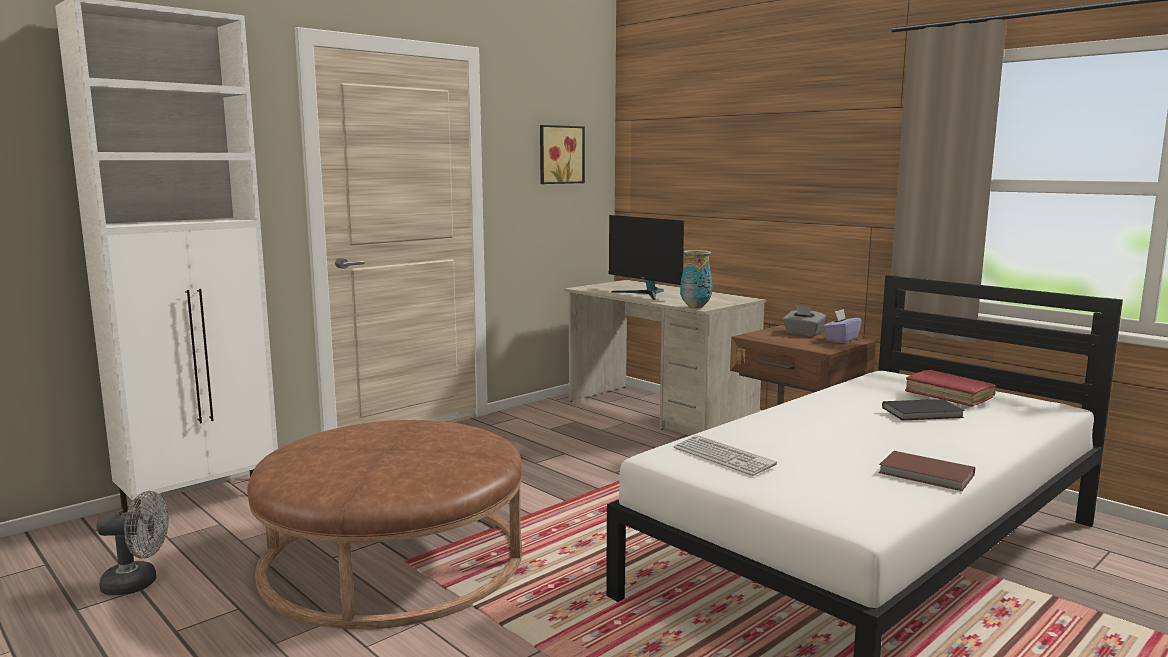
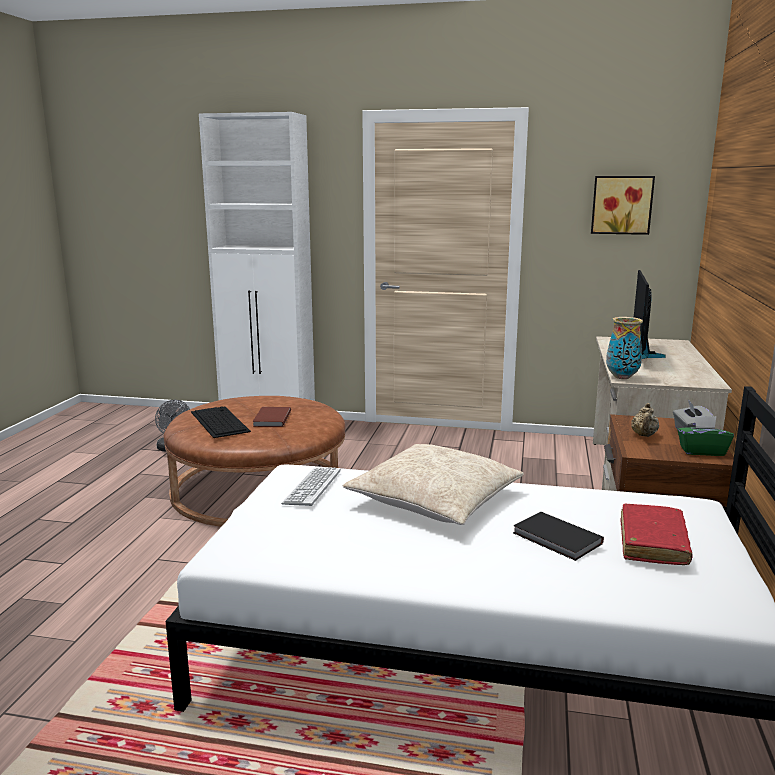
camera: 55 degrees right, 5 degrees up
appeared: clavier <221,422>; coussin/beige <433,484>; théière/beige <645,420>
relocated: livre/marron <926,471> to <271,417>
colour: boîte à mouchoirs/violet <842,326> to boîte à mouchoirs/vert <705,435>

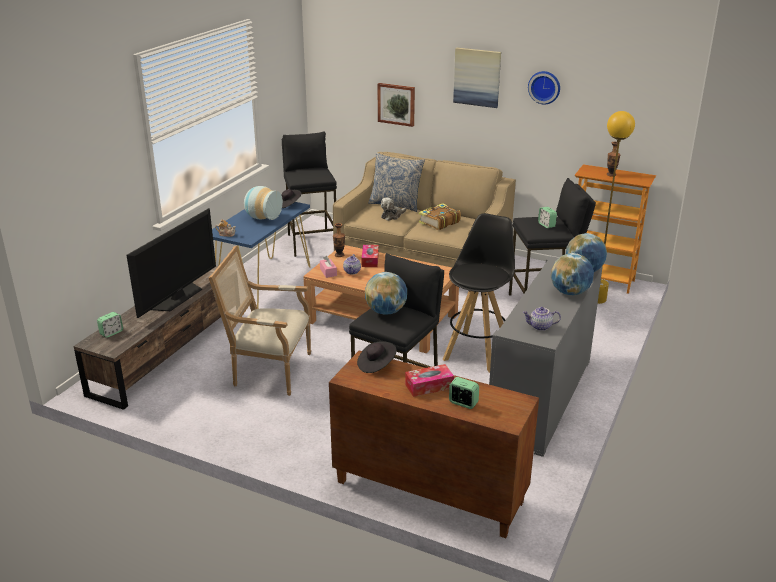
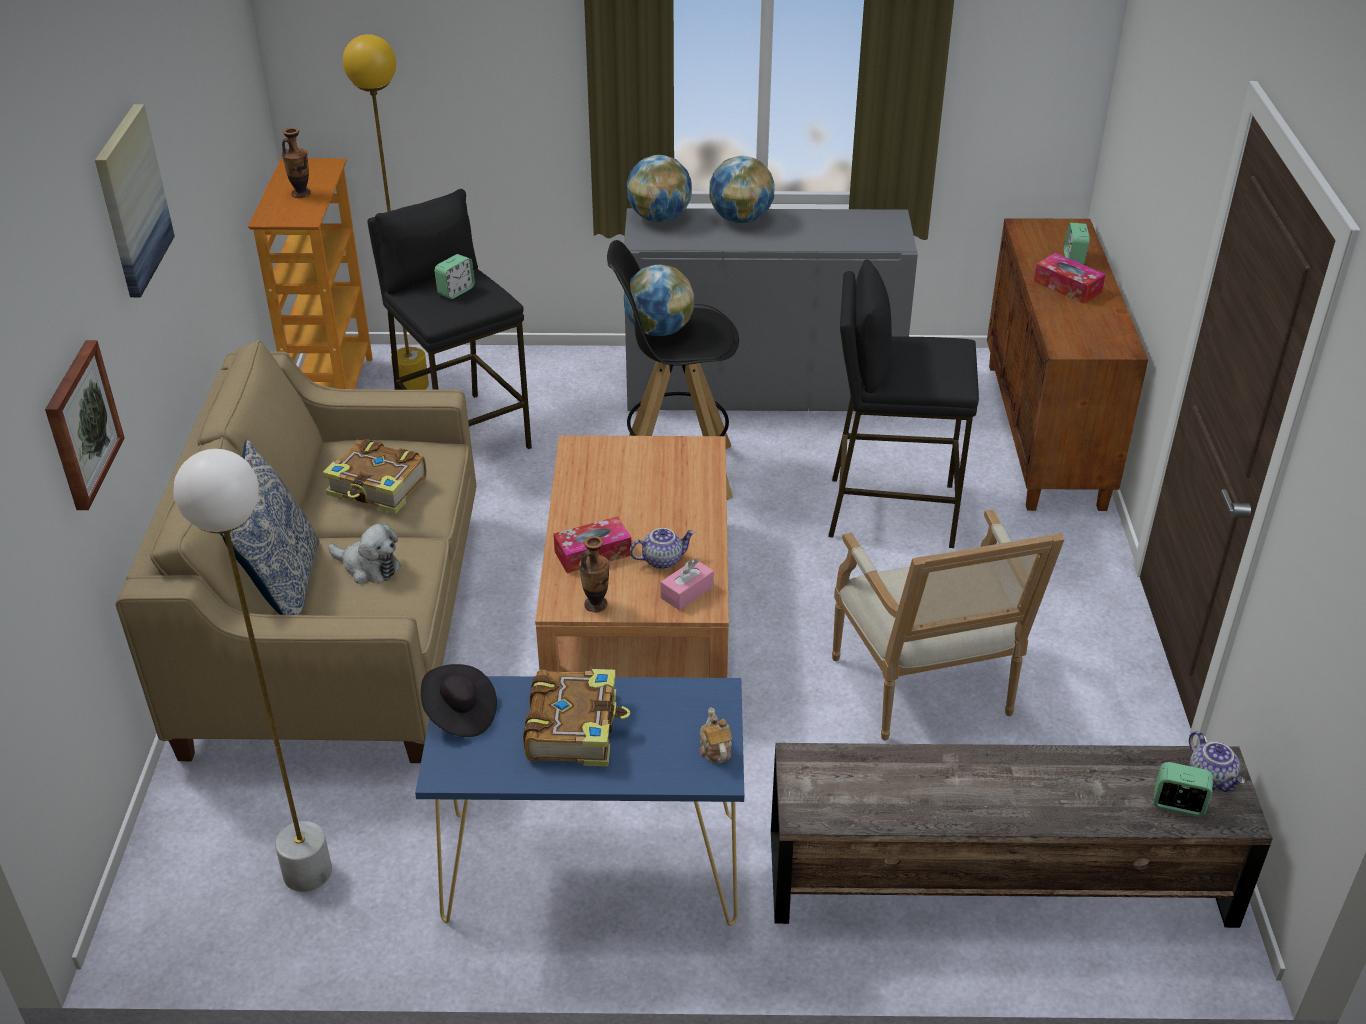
camera: 115 degrees left, 10 degrees up
missing: téléviseur <171,263>; chapeau/noir <377,357>; horloge murale <544,87>
relocated: globe <386,293> to <659,300>; théière <542,319> to <1217,761>
exchanged: tabouret/noir <309,194> to lampadaire/blanc <252,670>; vase <263,203> to livre <576,718>

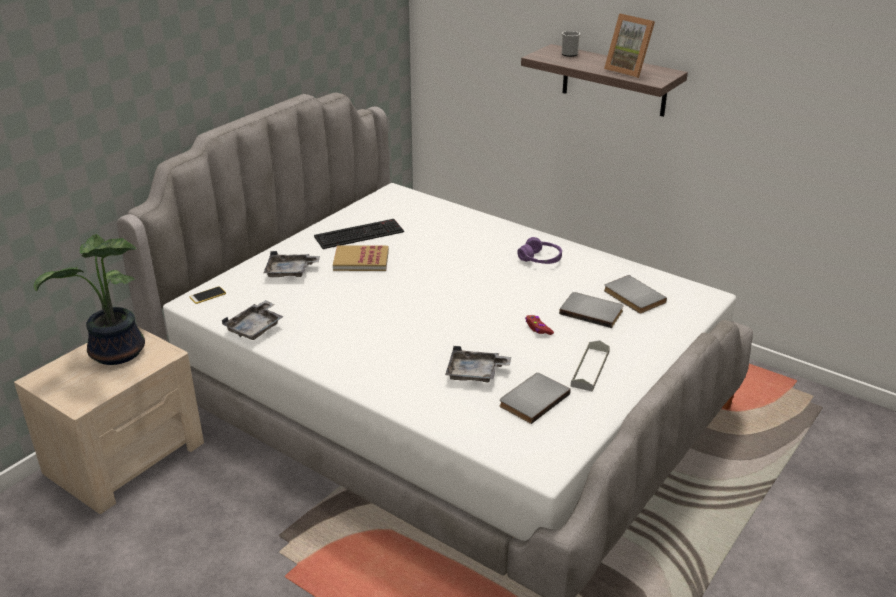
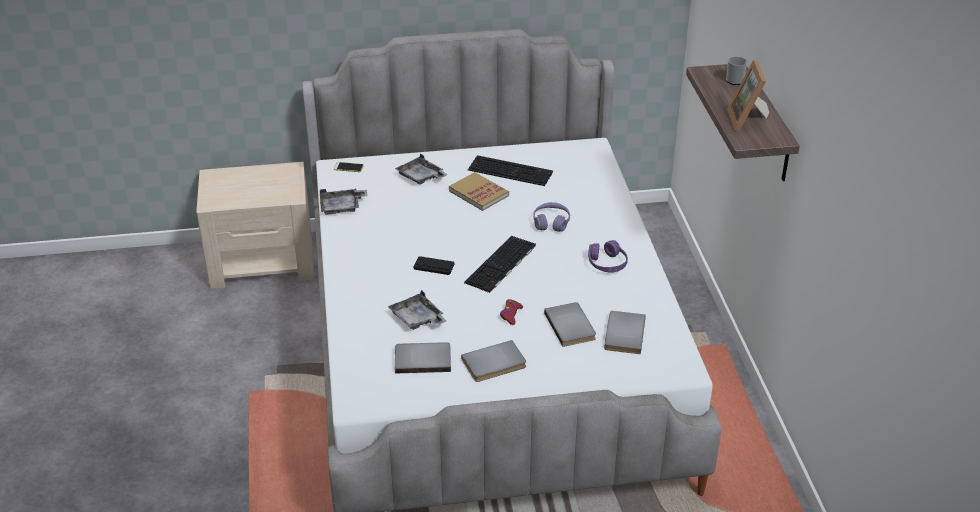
camera: 45 degrees right, 5 degrees up
missing: plante en pot <89,299>
appeared: manette/noir <434,265>; clavier <500,264>; casque audio/violet <551,217>
exchanged: plateau/gris <590,366> to livre/gris <493,361>

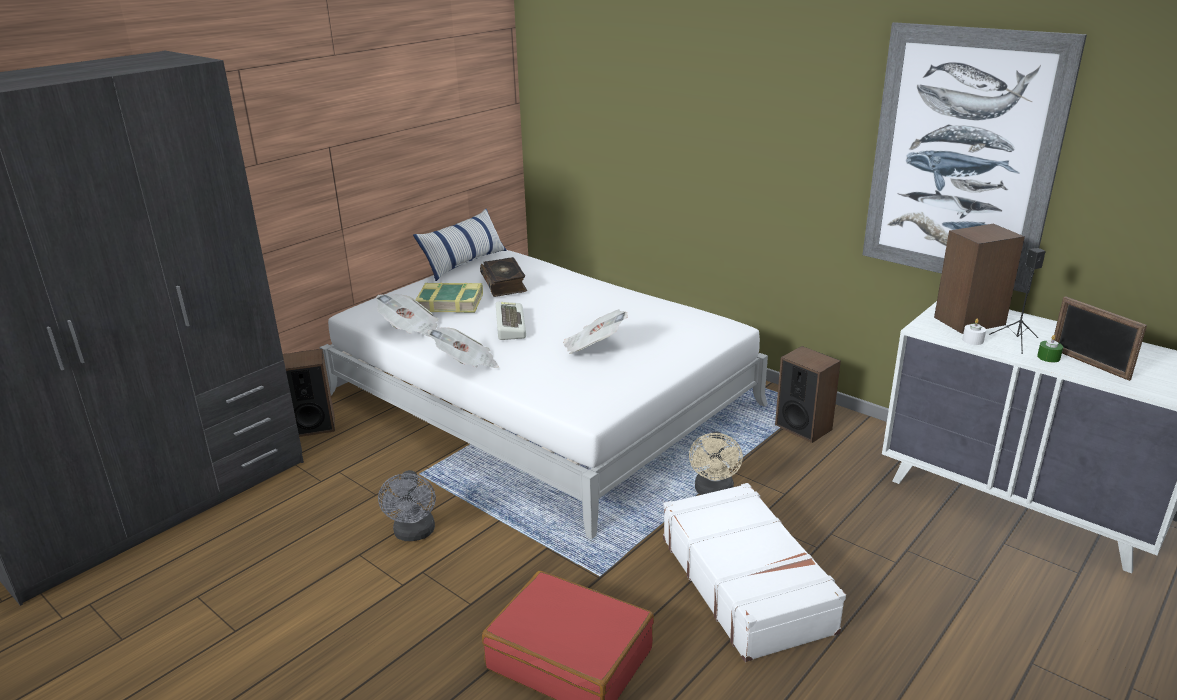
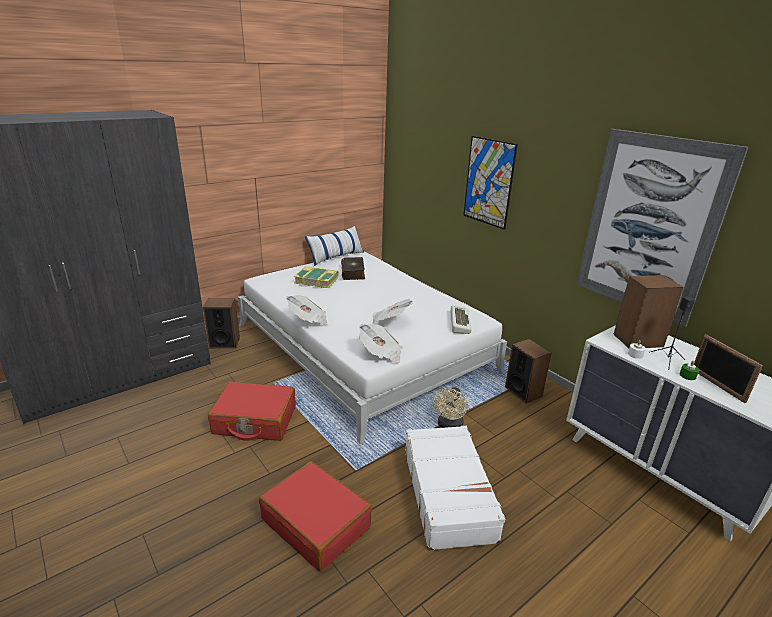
camera: 10 degrees right, 0 degrees up
appeared: tableau <490,183>
relocated: journal <407,315> to <380,343>; clavier <511,321> to <461,319>
exchanged: ventilateur/gris <407,505> to valise/rouge <252,411>

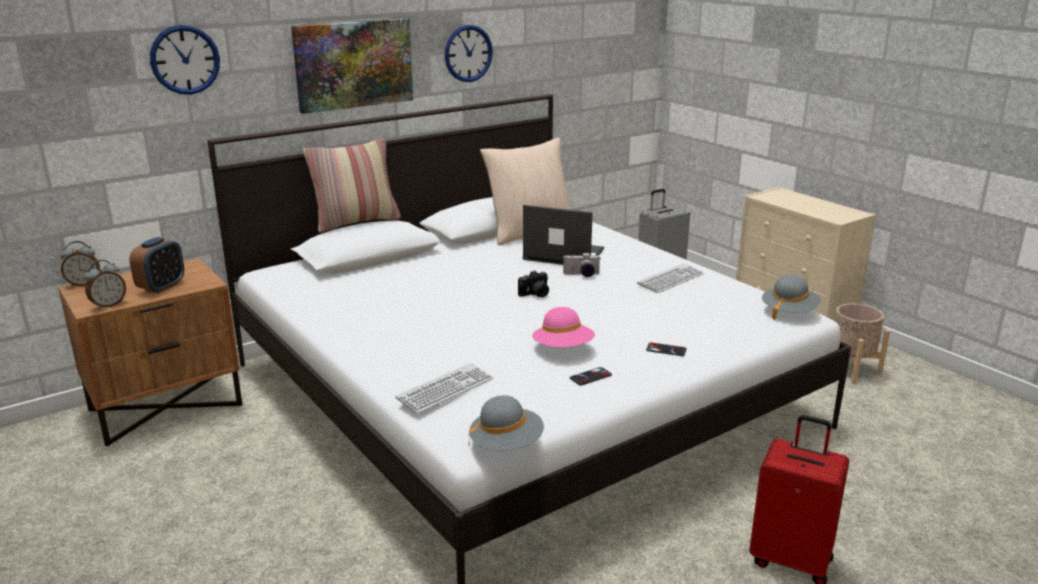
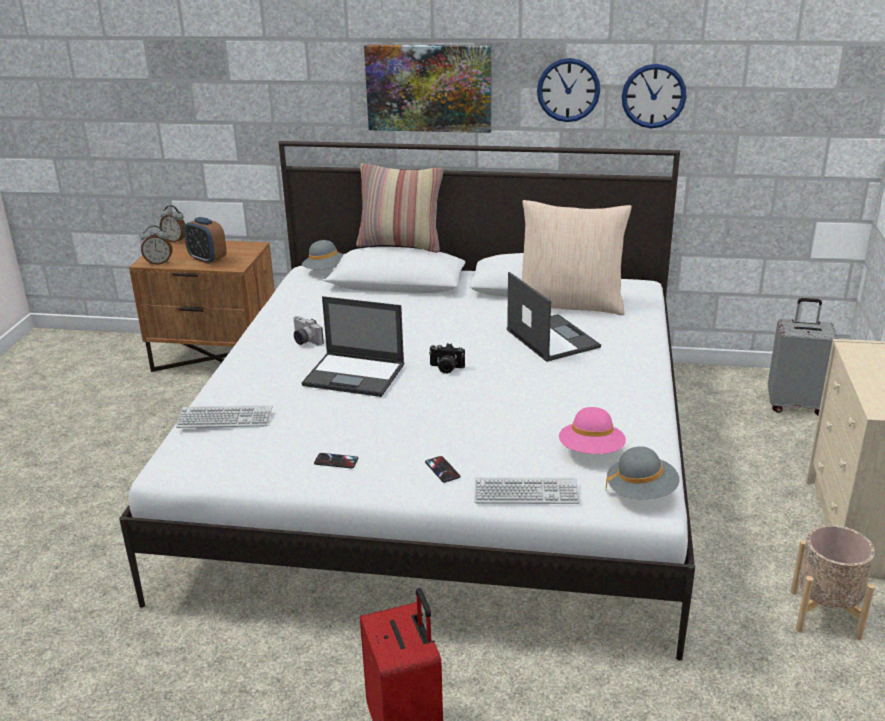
camera: 45 degrees right, 5 degrees up
appeared: ordinateur portable <353,346>
relocated: appareil photo <581,265> to <309,330>; chapeau/gris <506,422> to <323,254>; clavier <670,278> to <527,490>; chapeau/rose <563,327> to <592,430>; horloge murale <185,60> to <654,96>
spun: réveil <156,265> = <205,240> 60 degrees clockwise

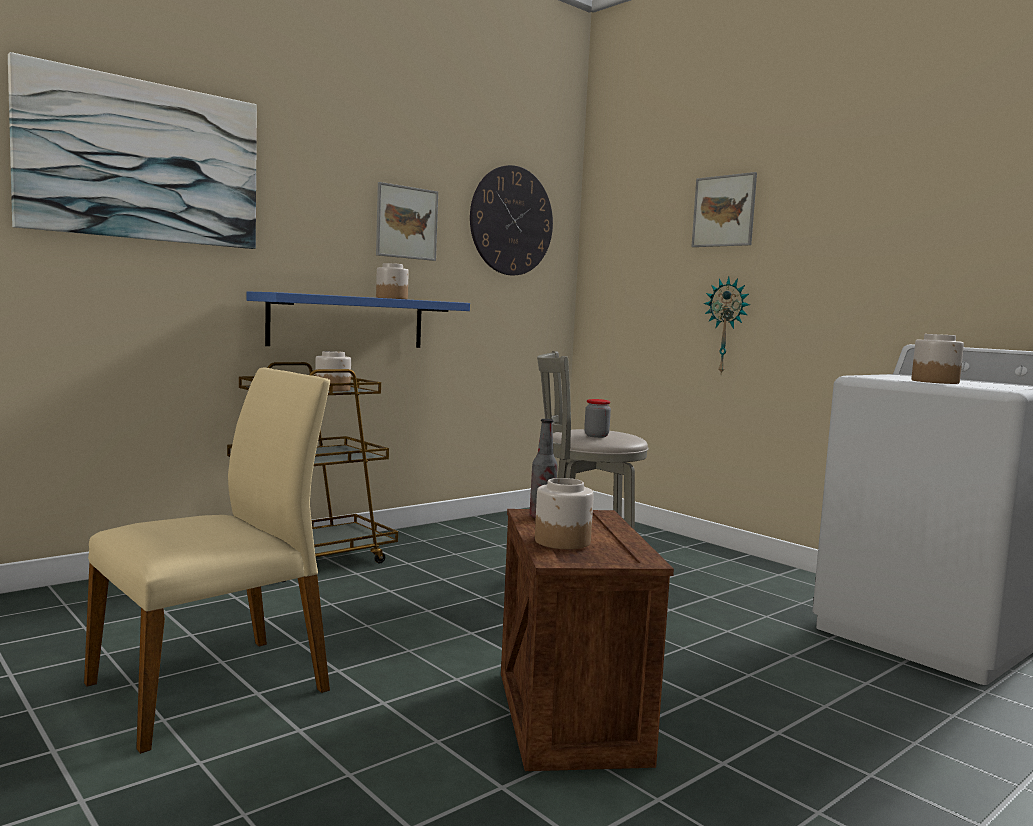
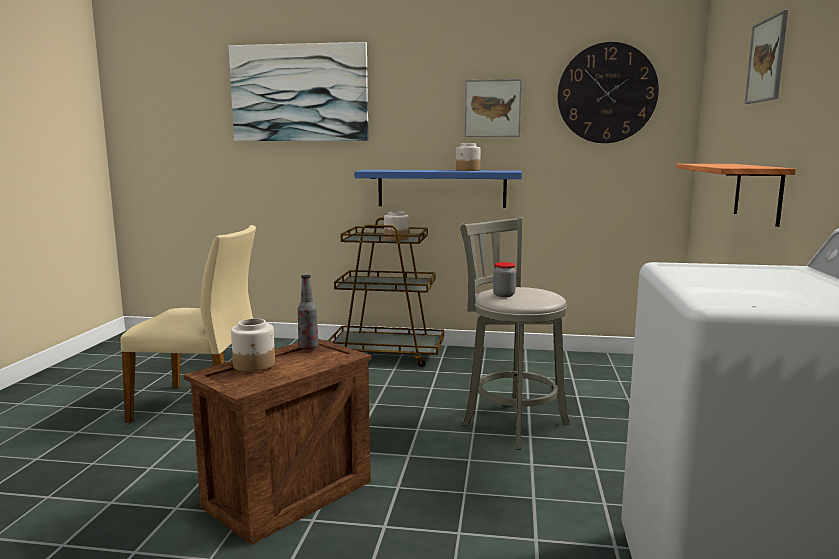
camera: 50 degrees right, 5 degrees up
missing: bocal <938,359>
exchanged: horloge murale <727,325> to étagère <736,195>

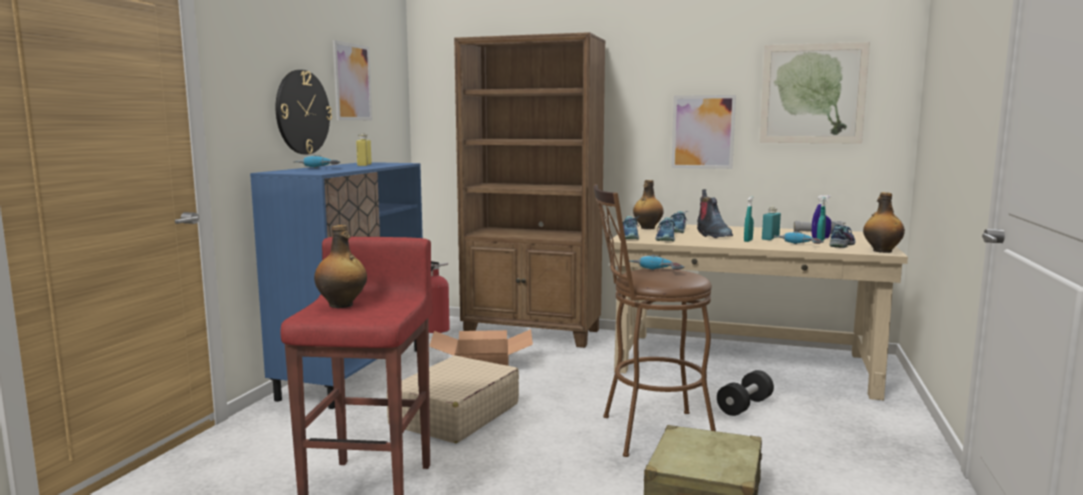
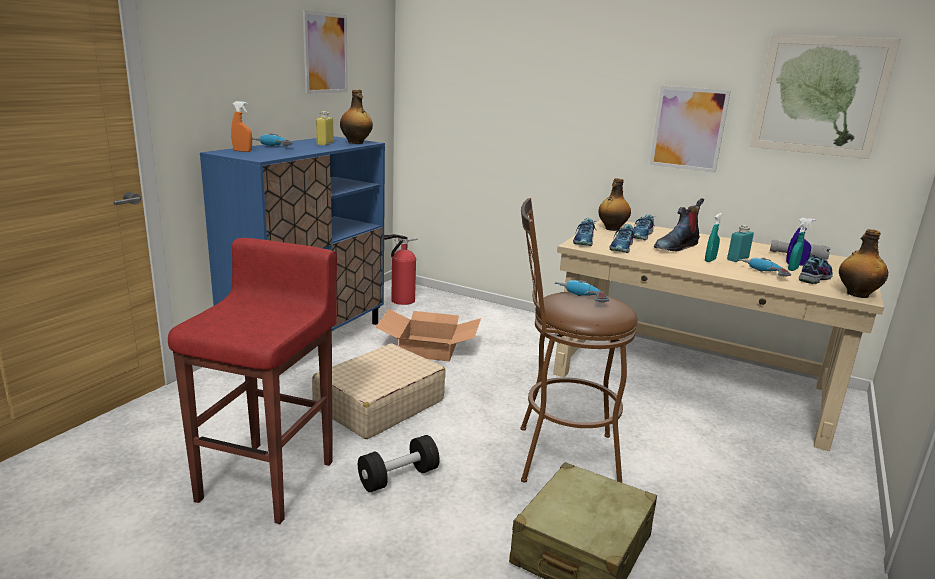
camera: 10 degrees right, 10 degrees up
missing: horloge murale <304,112>; bibliothèque/marron <530,190>
appeared: vaporisateur/orange <241,126>
relocated: bouteille <340,266> to <356,117>; haltère/noir <745,393> to <399,463>
spun: botte <715,213> = <679,225> 45 degrees clockwise

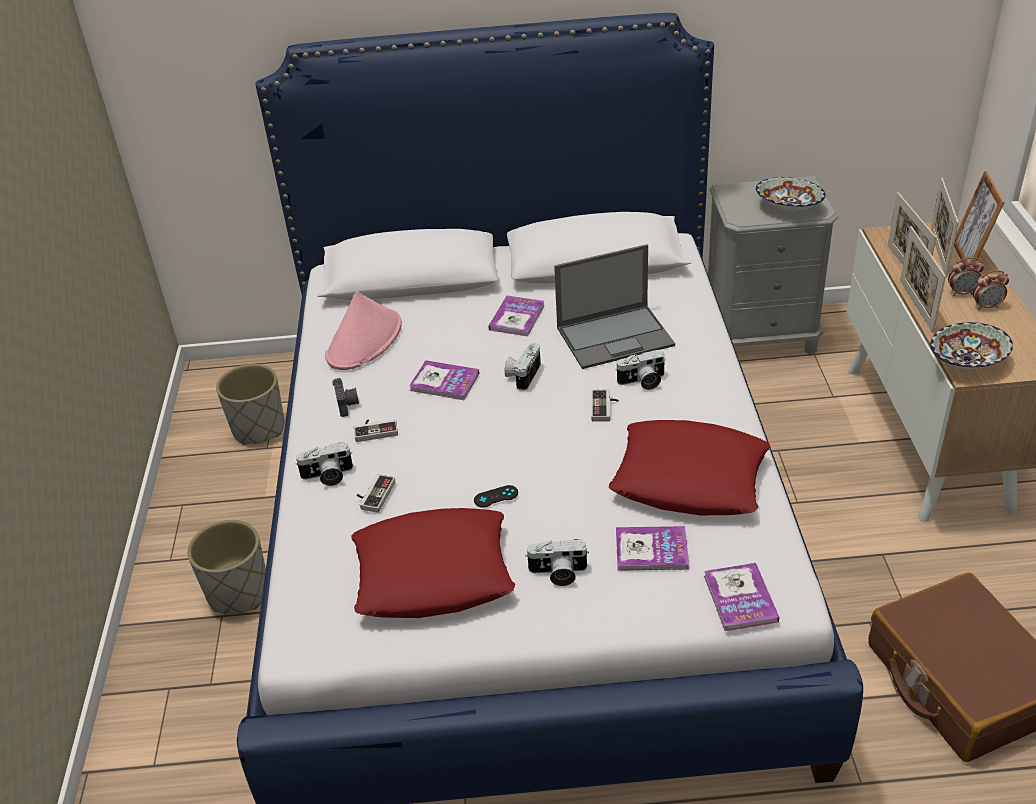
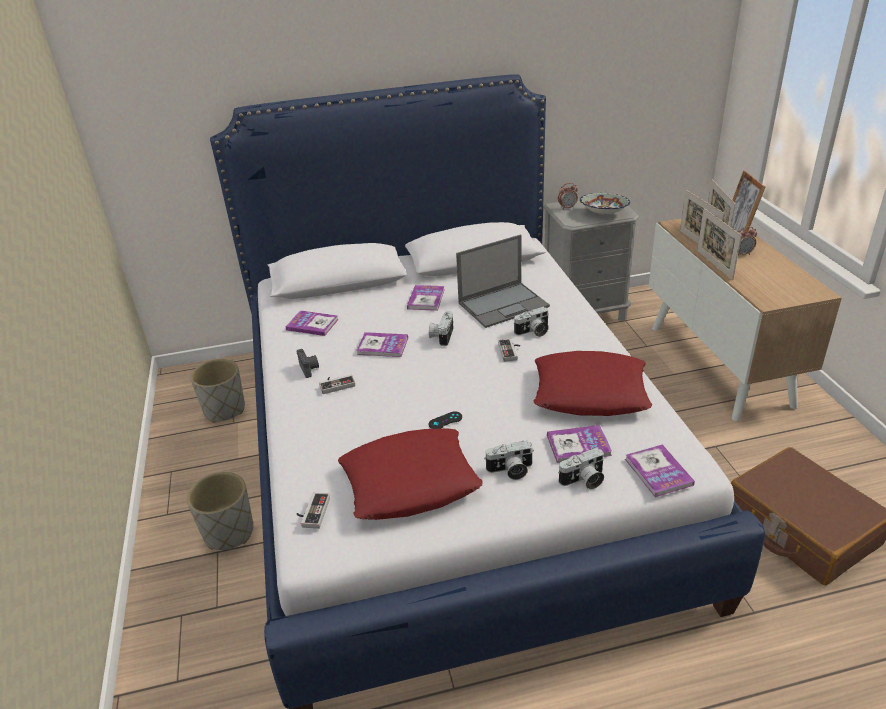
camera: 10 degrees left, 5 degrees down
missing: bol <971,345>
relocated: manette <376,493> to <313,511>; réveil <990,290> to <568,196>; appareil photo <324,464> to <581,468>
exchanged: chapeau/rose <363,330> to livre <312,323>

